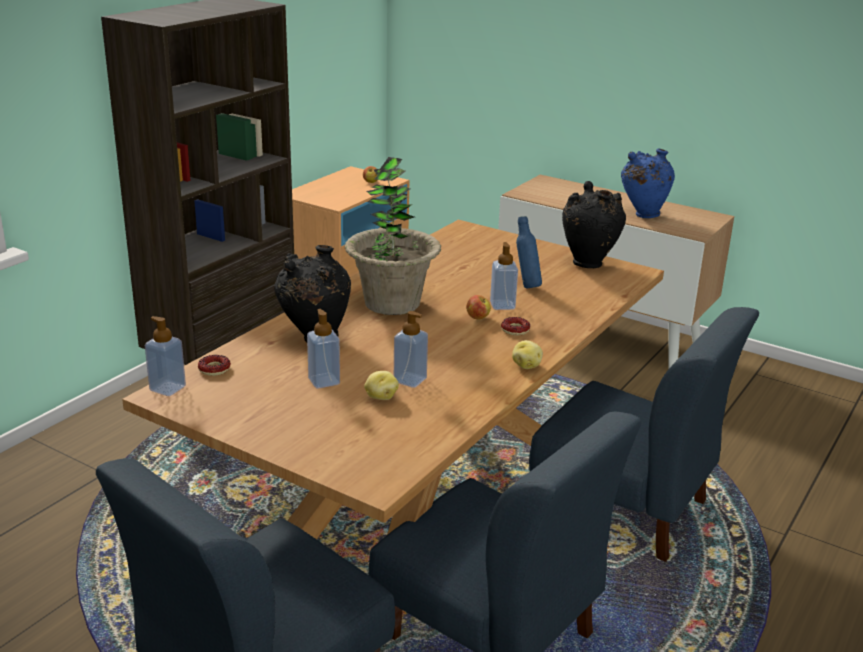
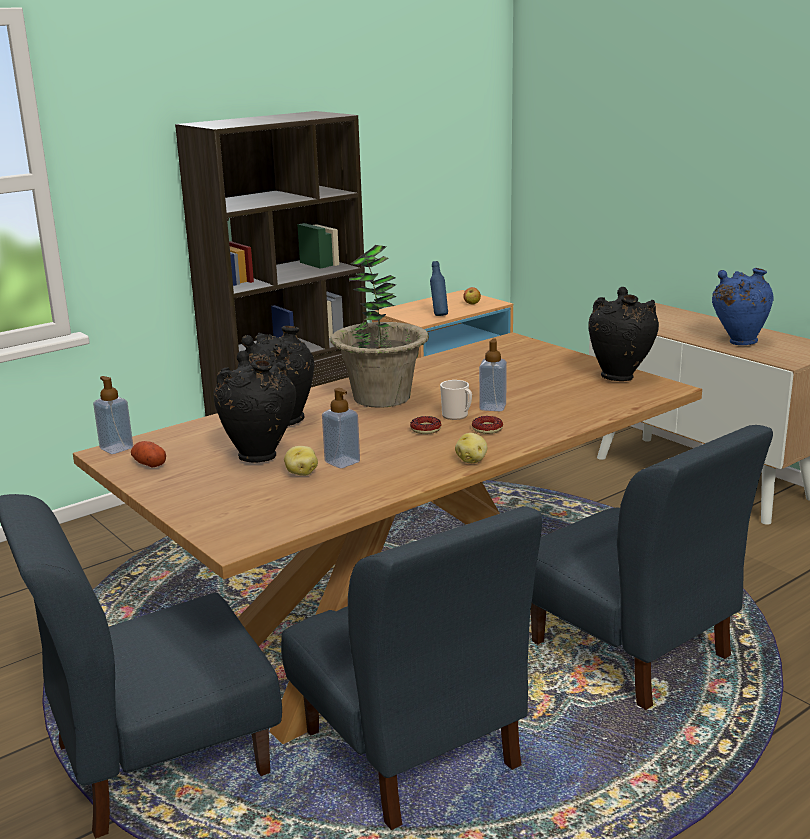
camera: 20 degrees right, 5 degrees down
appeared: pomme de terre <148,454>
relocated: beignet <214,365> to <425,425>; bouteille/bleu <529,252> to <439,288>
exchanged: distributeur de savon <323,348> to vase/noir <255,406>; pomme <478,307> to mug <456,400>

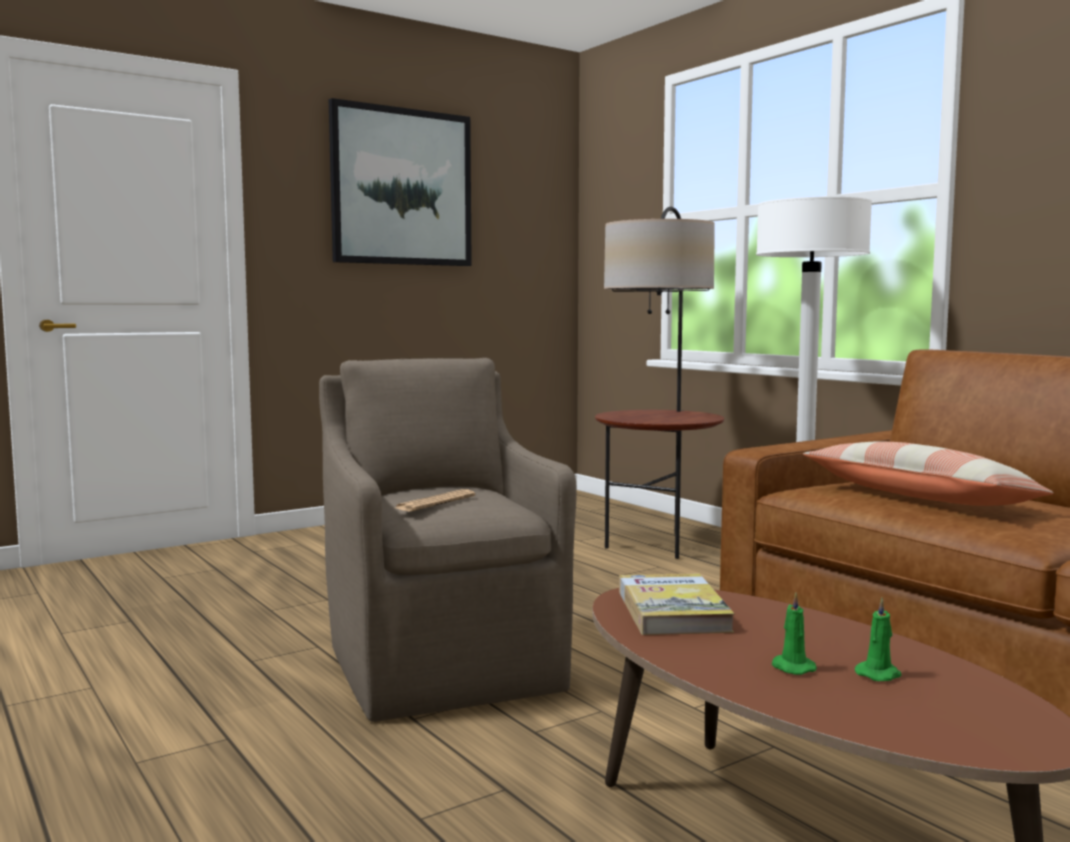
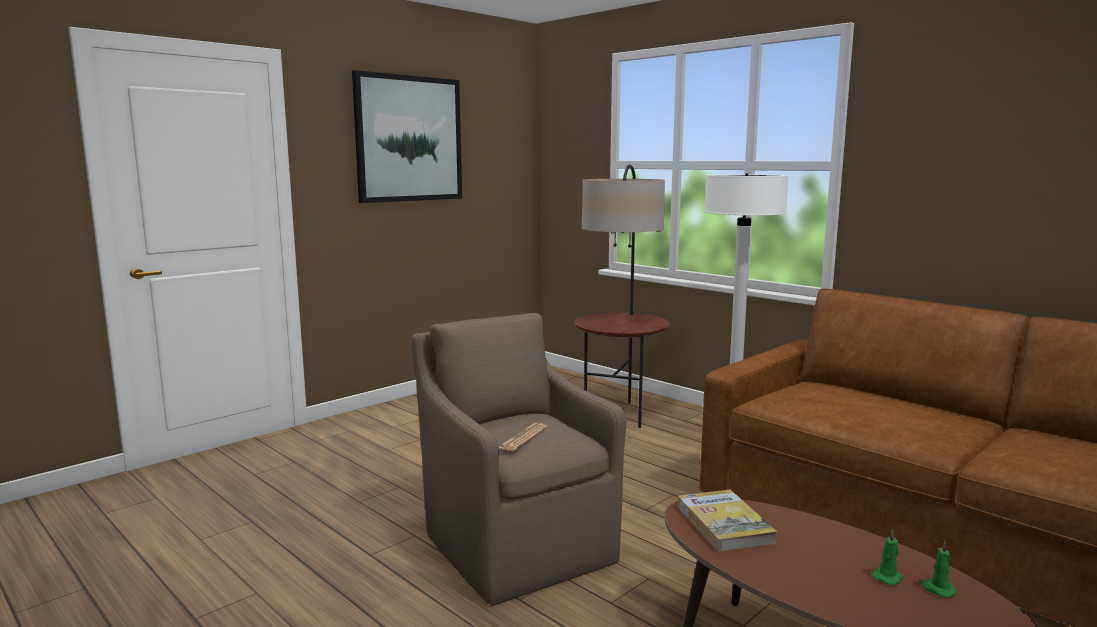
camera: 10 degrees left, 5 degrees up
missing: coussin <928,473>
relocated: bougie/vert <794,633> to <938,569>

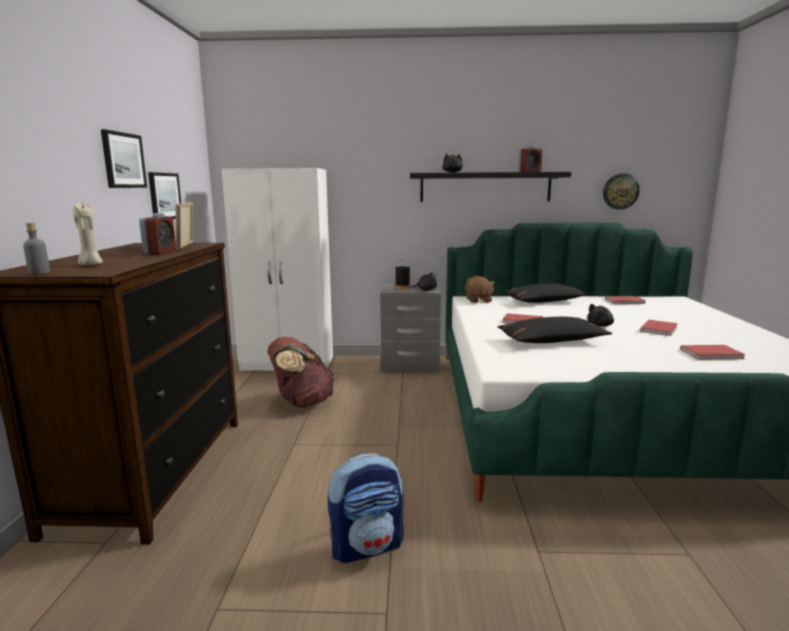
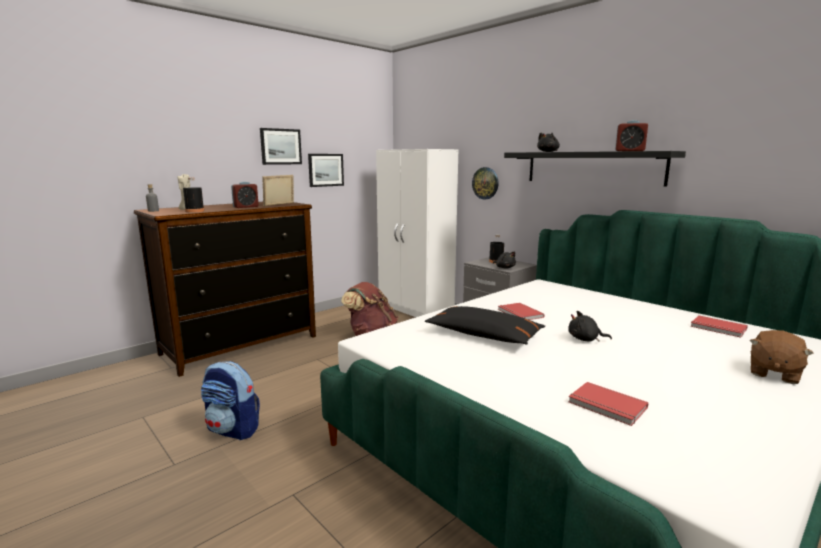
camera: 45 degrees right, 0 degrees up
missing: coussin/noir <546,293>; livre/rouge <659,328>
appeared: bouteille/noir <193,195>
relocated: horloge murale <621,192> to <485,183>; peluche/marron <480,289> to <782,357>

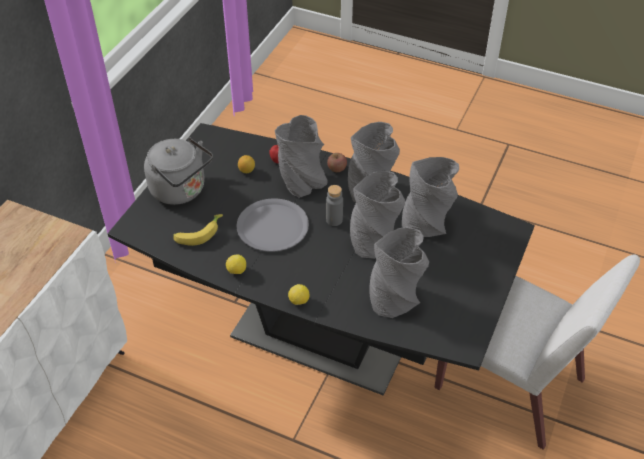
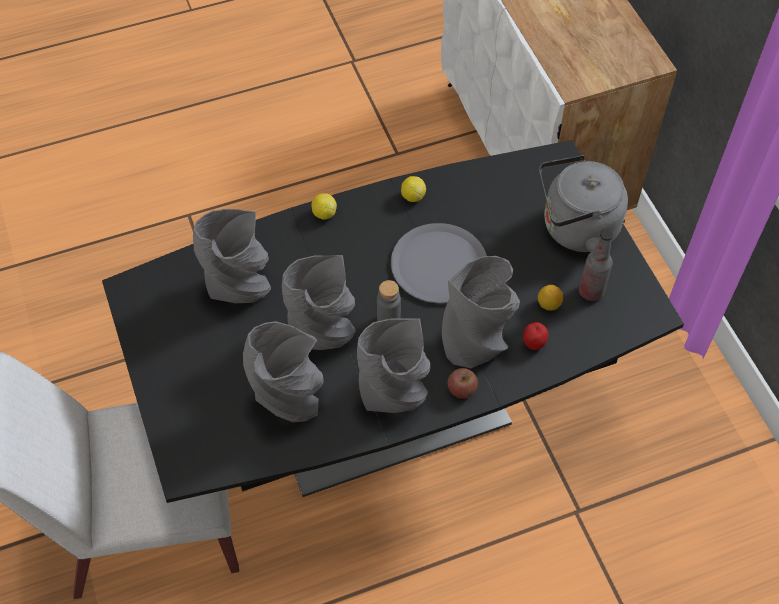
camera: 135 degrees right, 10 degrees up
missing: banane <198,230>
appeared: bouteille <596,265>

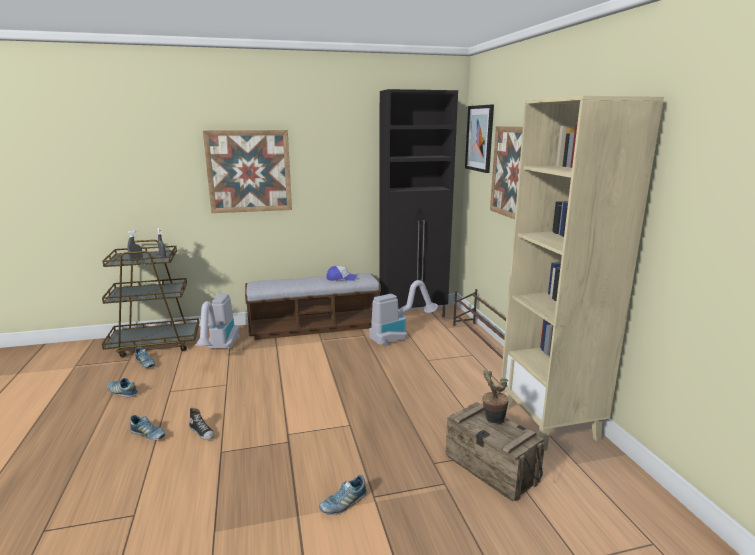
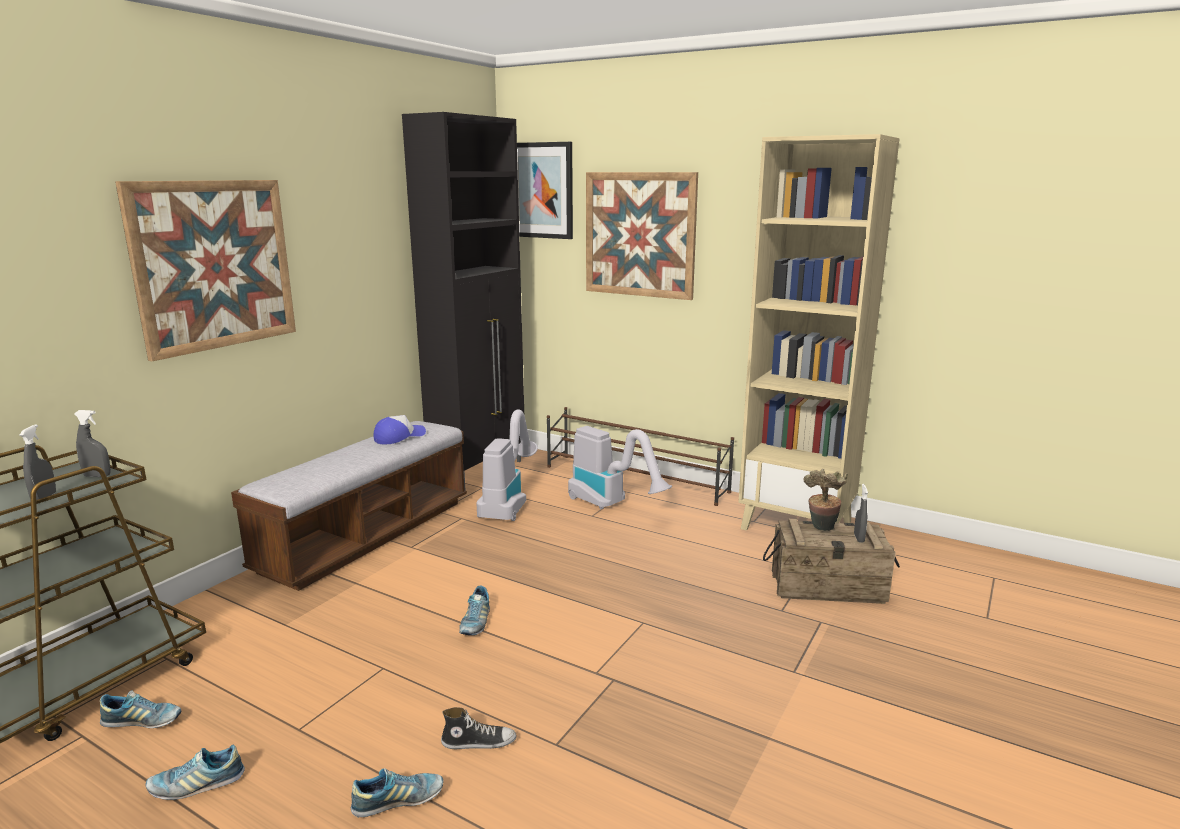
camera: 45 degrees left, 0 degrees up
appeared: vaporisateur/gris <861,513>
relocated: chaussure <343,495> to <474,610>; aspirateur <216,321> to <620,467>

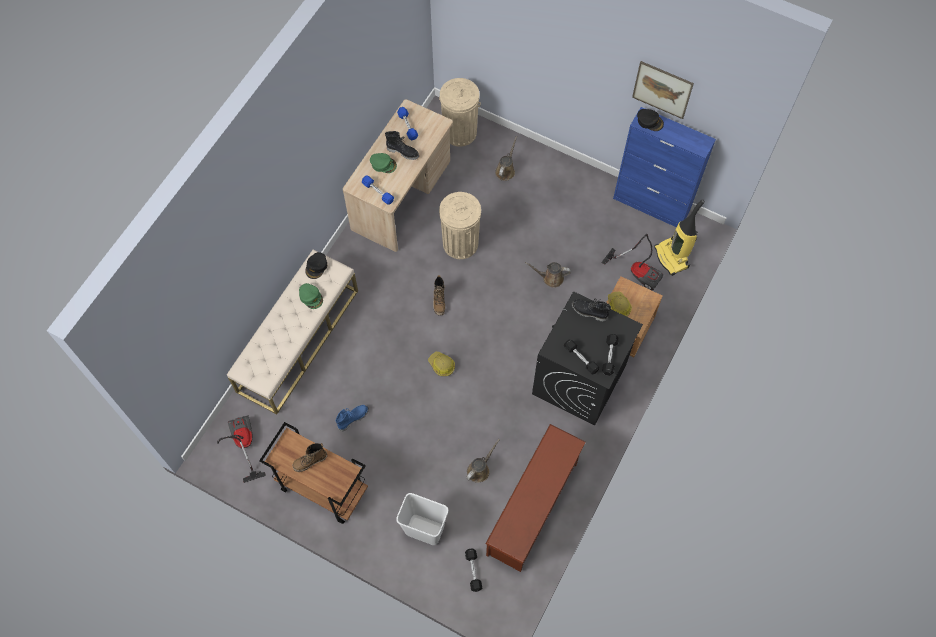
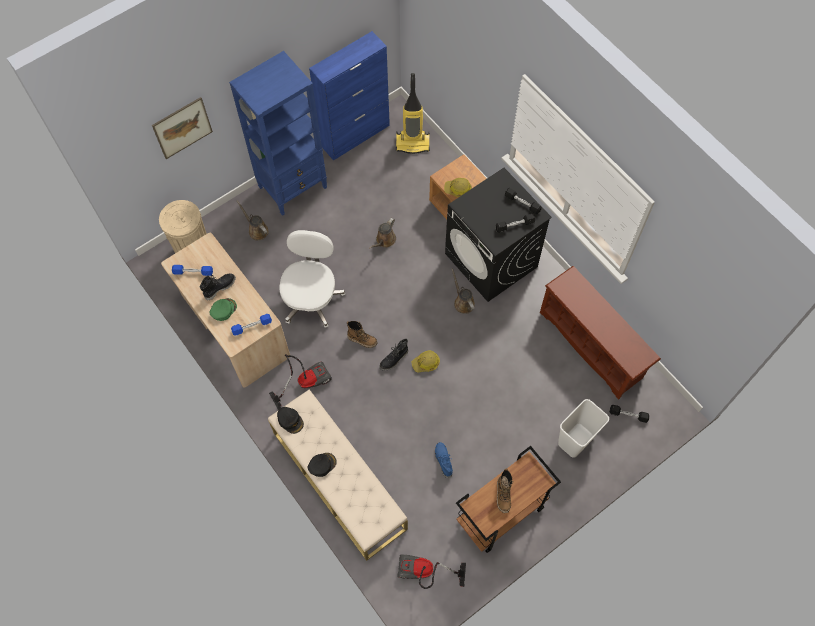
camera: 65 degrees left, 0 degrees up
missing: casquette/vert <311,296>
appeared: bibliothèque/bleu <278,133>
relocated: tableau <663,90> to <182,128>; aspirateur <632,262> to <300,382>; casquette/noir <650,120> to <322,465>; botte/noir <591,310> to <393,355>; arrosoir/marron <483,461> to <463,291>
exchanged: poubelle/beige <460,225> to chaise de bureau/blanc <312,279>

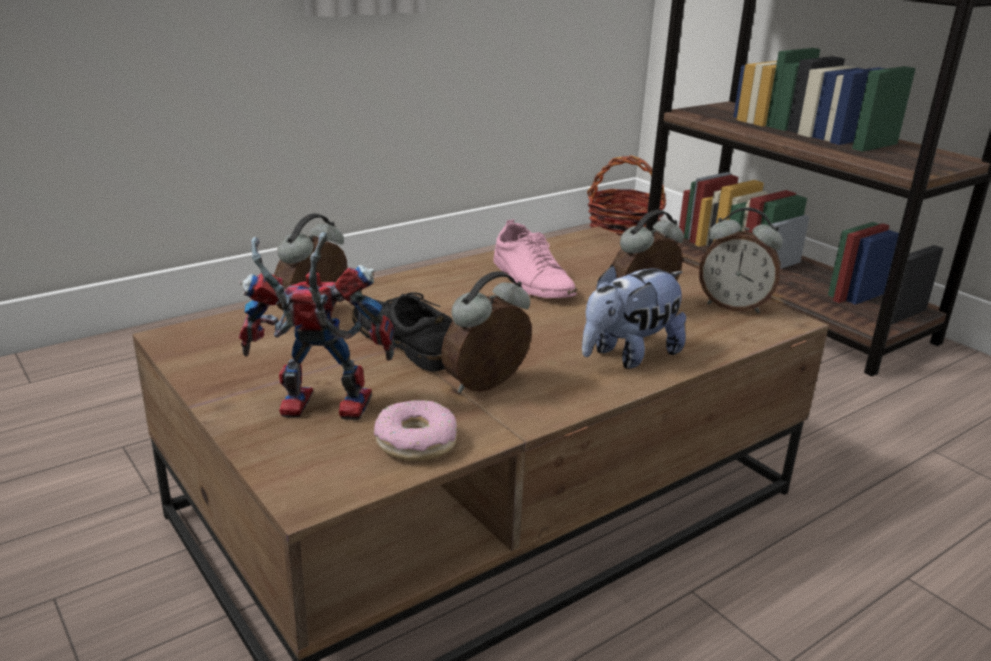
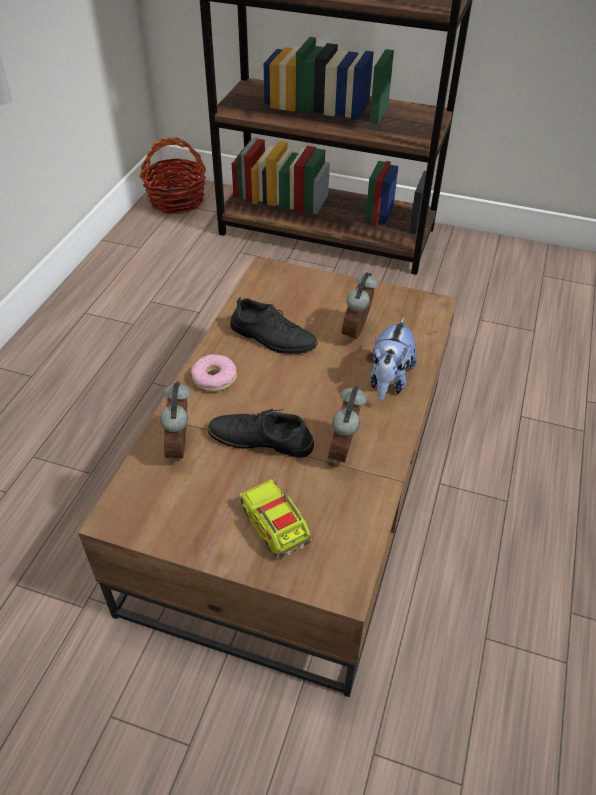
camera: 35 degrees left, 20 degrees up
missing: réveil <741,260>
relocated: beignet <415,430> to <214,373>
exchanged: robot jouet <317,326> to camion jouet <275,519>
colour: chaussure/rose <535,258> to chaussure/noir <273,325>

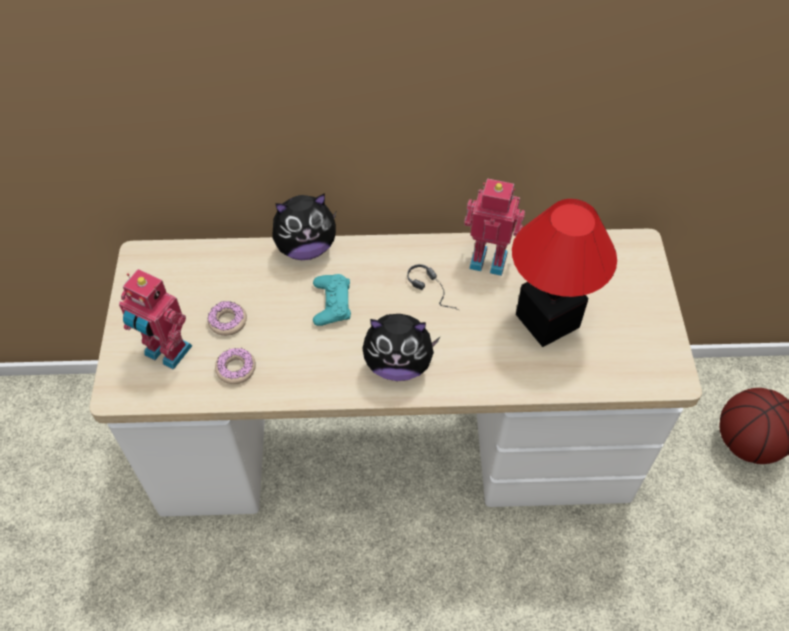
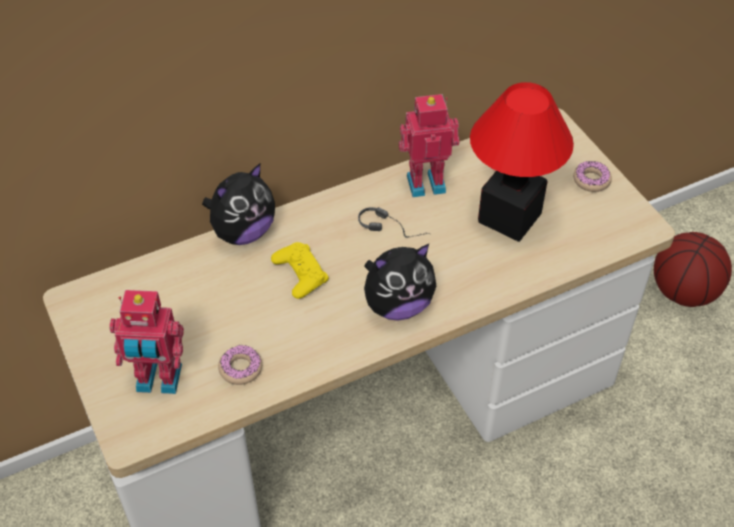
camera: 25 degrees left, 5 degrees down
relocated: beignet <227,318> to <592,176>
colour: manette/turquoise <332,300> to manette/jaune <300,270>

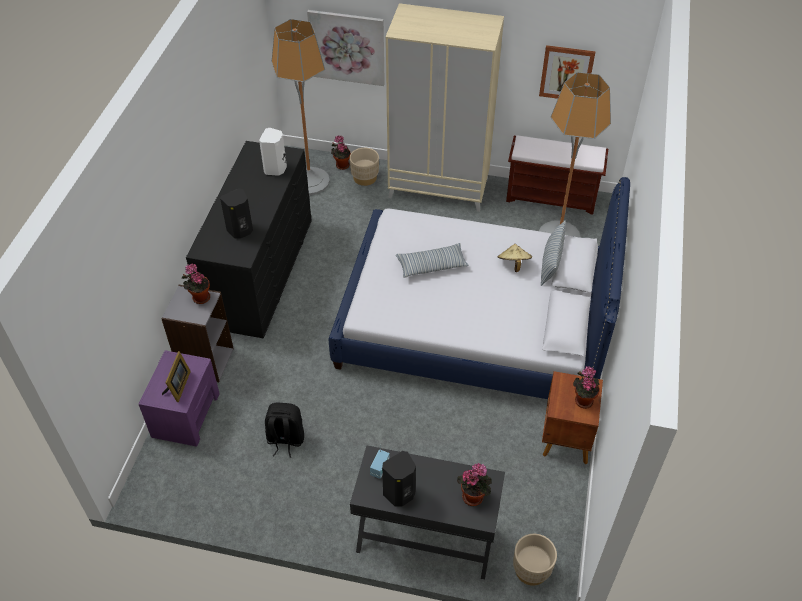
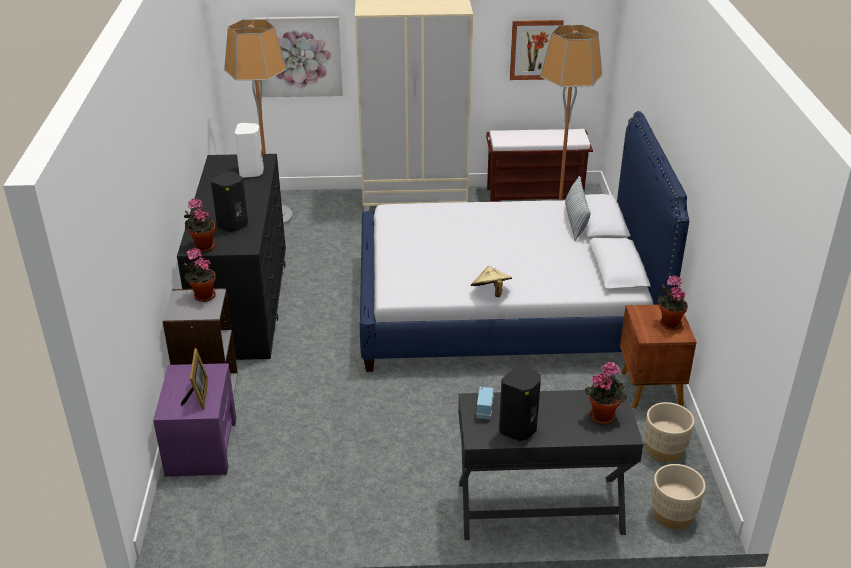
camera: 15 degrees left, 15 degrees down
missing: sac à dos/noir <284,430>; coussin <432,260>
relocated: plante en pot <341,153> to <199,225>; chapeau/beige <515,258> to <491,281>; cache-pot/beige <364,167> to <669,432>

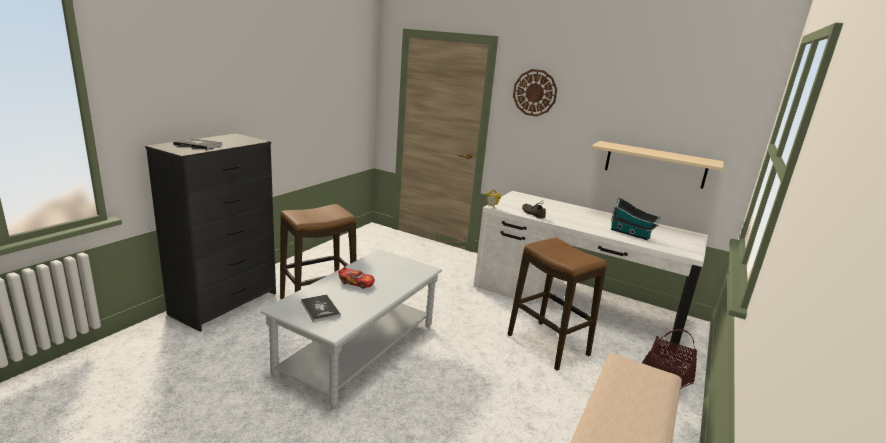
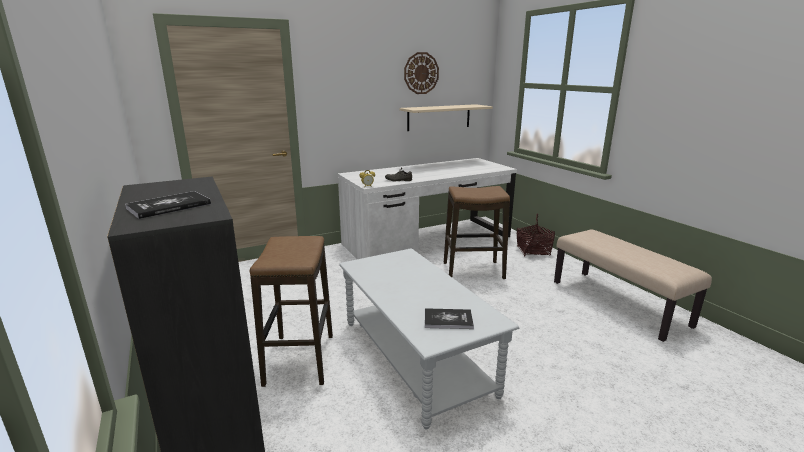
camera: 55 degrees left, 0 degrees up
missing: petite voiture <356,277>; maison miniature <635,218>
relocated: horloge murale <535,93> to <421,73>

